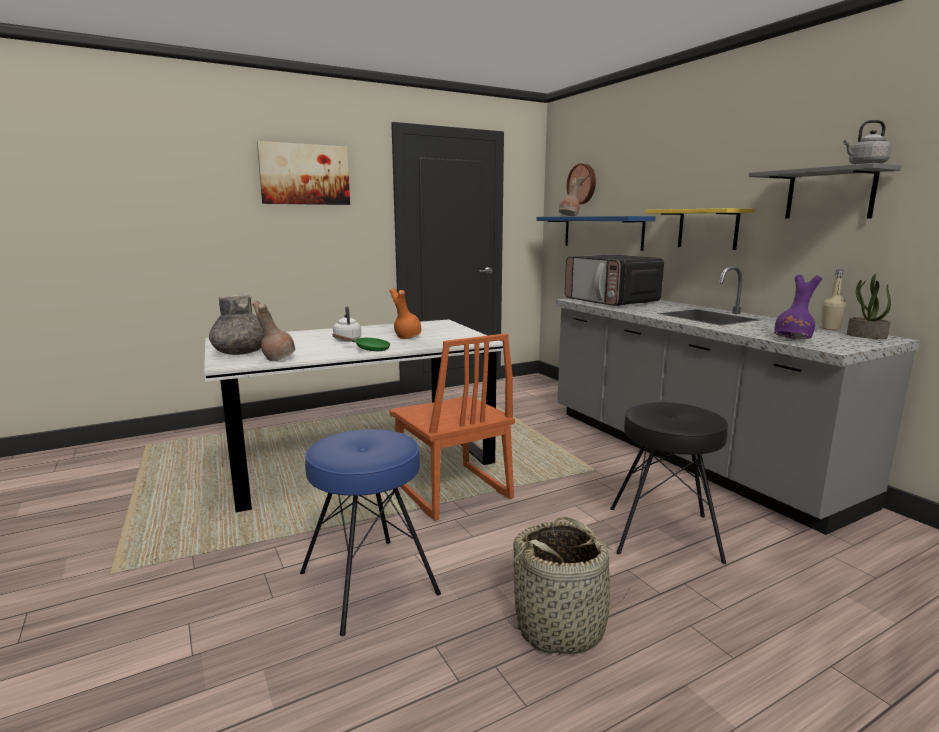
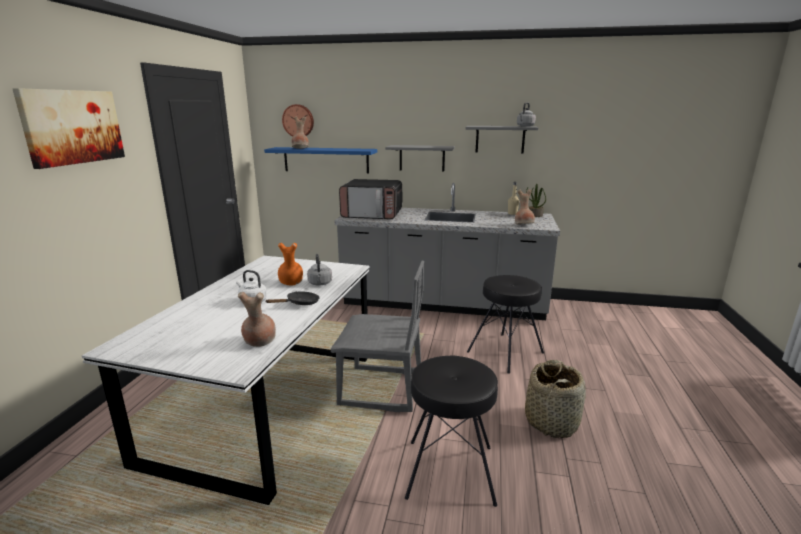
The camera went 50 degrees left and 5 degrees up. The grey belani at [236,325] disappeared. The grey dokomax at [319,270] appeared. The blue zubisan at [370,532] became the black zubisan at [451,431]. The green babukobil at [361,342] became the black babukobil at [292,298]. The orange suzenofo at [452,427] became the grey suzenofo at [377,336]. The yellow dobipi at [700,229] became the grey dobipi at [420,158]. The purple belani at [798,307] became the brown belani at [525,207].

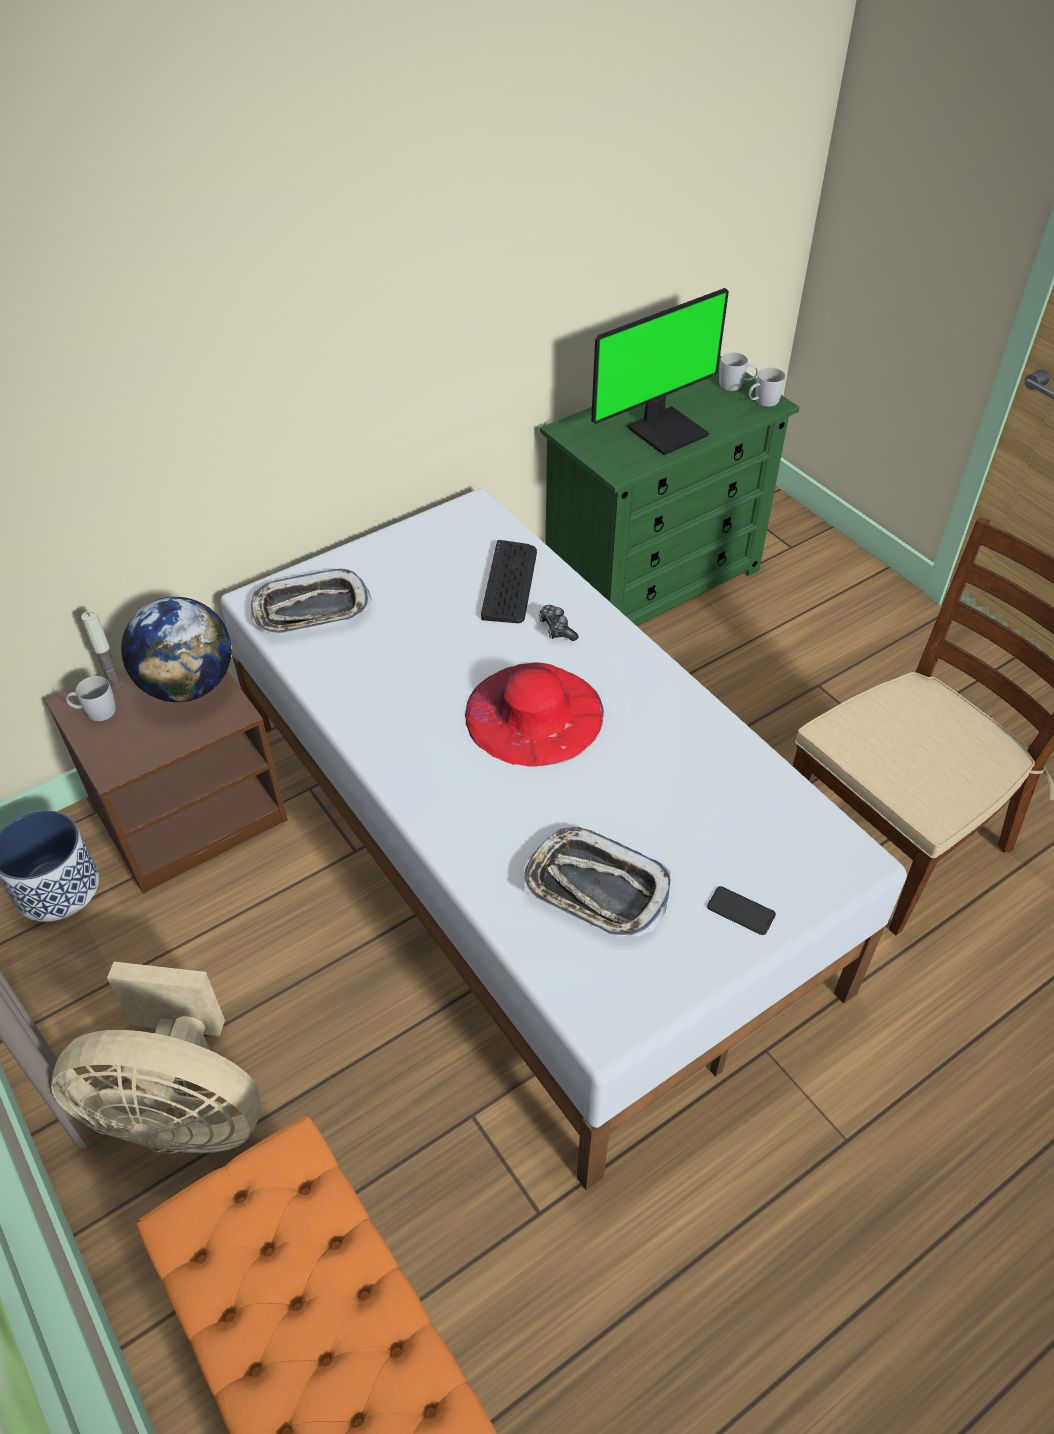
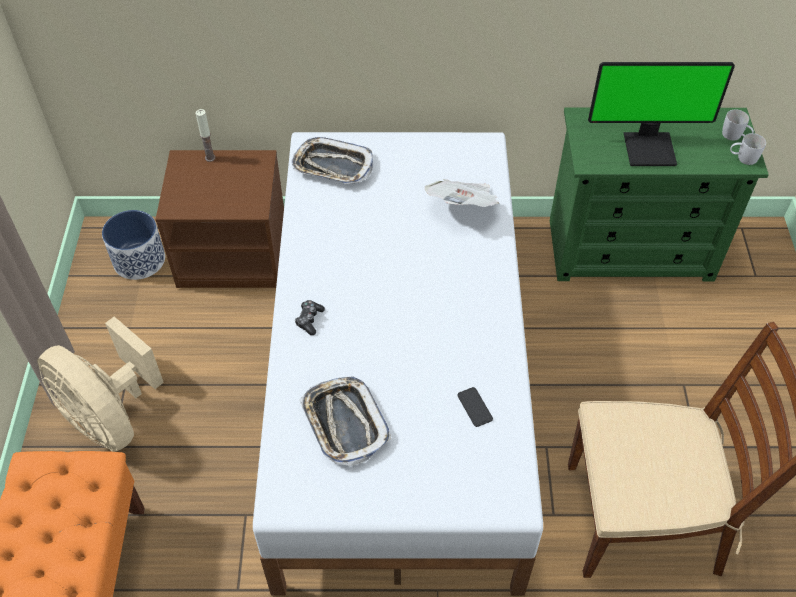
The camera went 35 degrees right and 5 degrees up. The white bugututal at [91,698] disappeared. The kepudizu at [176,649] disappeared. The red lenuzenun at [534,714] disappeared. The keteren moved from [559,623] to [310,317]. The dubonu moved from [741,910] to [475,407]. The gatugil at [509,581] was replaced by the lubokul at [461,193].

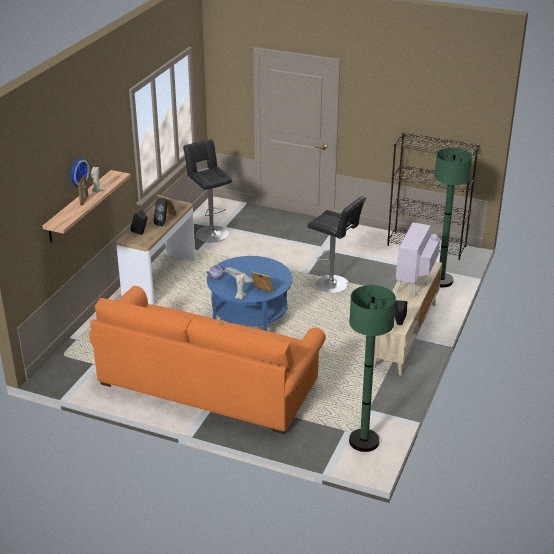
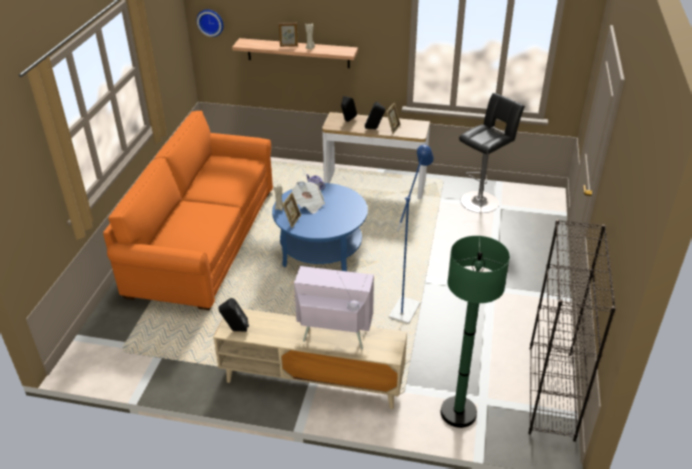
The camera went 80 degrees right and 5 degrees up. The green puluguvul at [372,368] disappeared. The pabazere moved from [79,173] to [210,23]. The black zubisan at [336,244] was replaced by the blue puluguvul at [411,234].

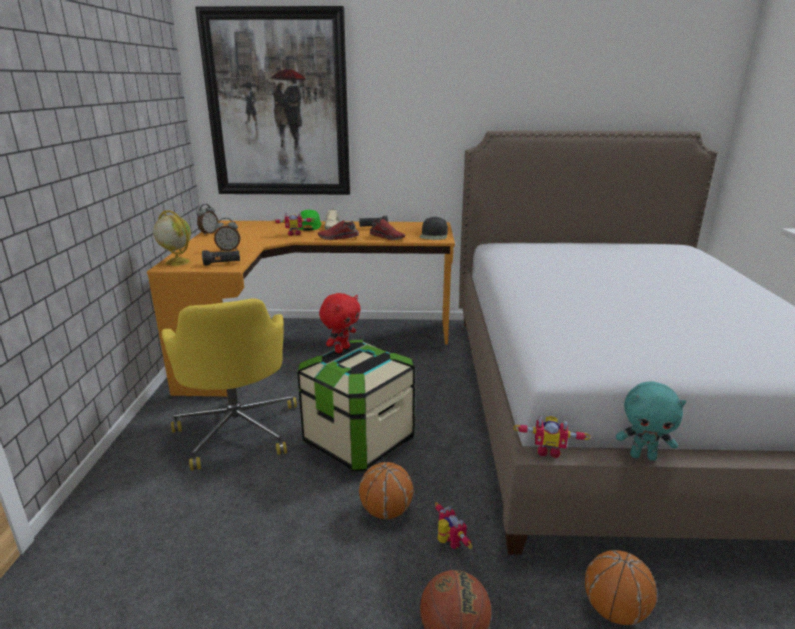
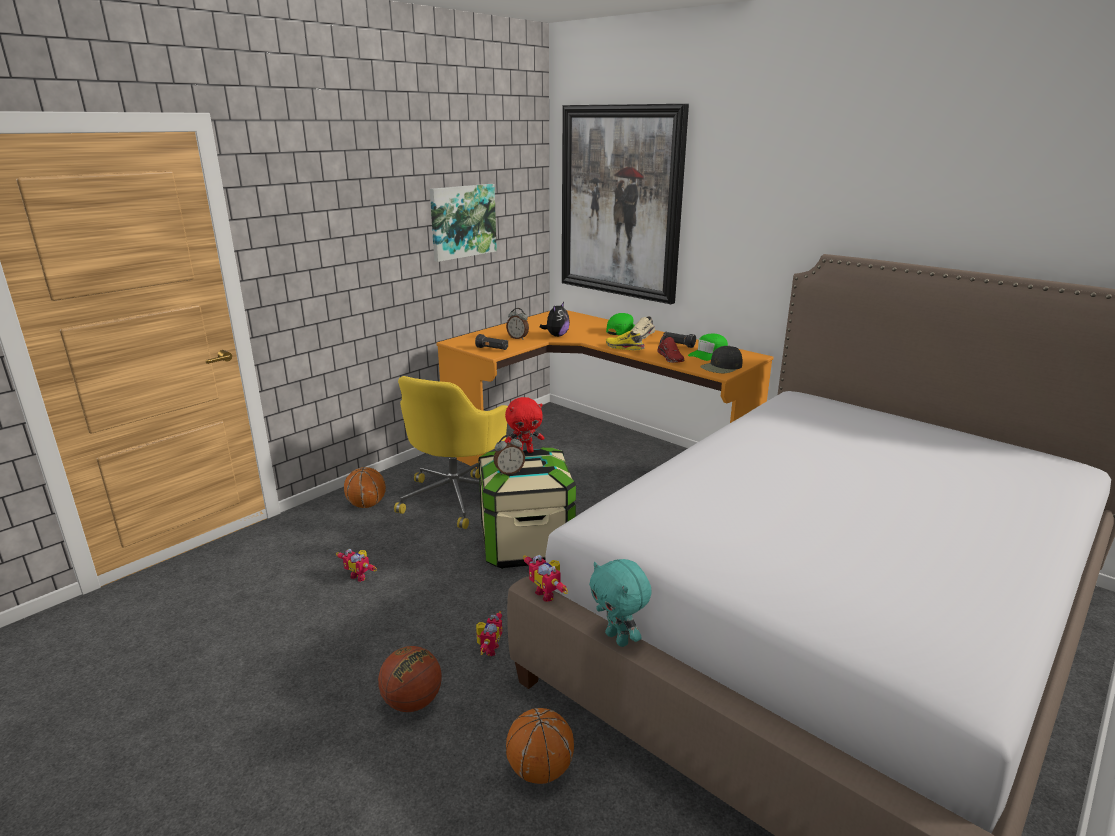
The camera went 40 degrees right and 0 degrees up. The kepudizu at [172,238] disappeared. The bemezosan at [463,223] appeared. The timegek at [555,319] appeared. The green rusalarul at [708,347] appeared. The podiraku moved from [207,219] to [509,455]. The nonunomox moved from [293,224] to [356,565]. The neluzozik moved from [386,490] to [365,487]. The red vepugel at [338,230] became the yellow vepugel at [625,340].

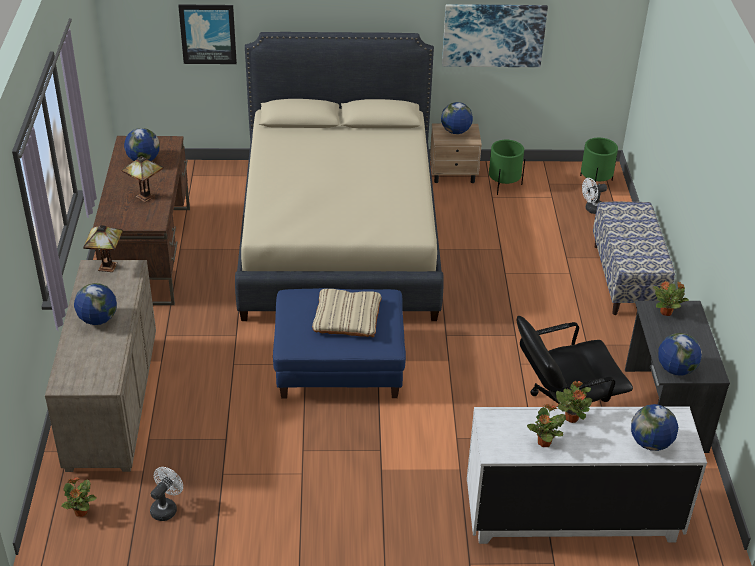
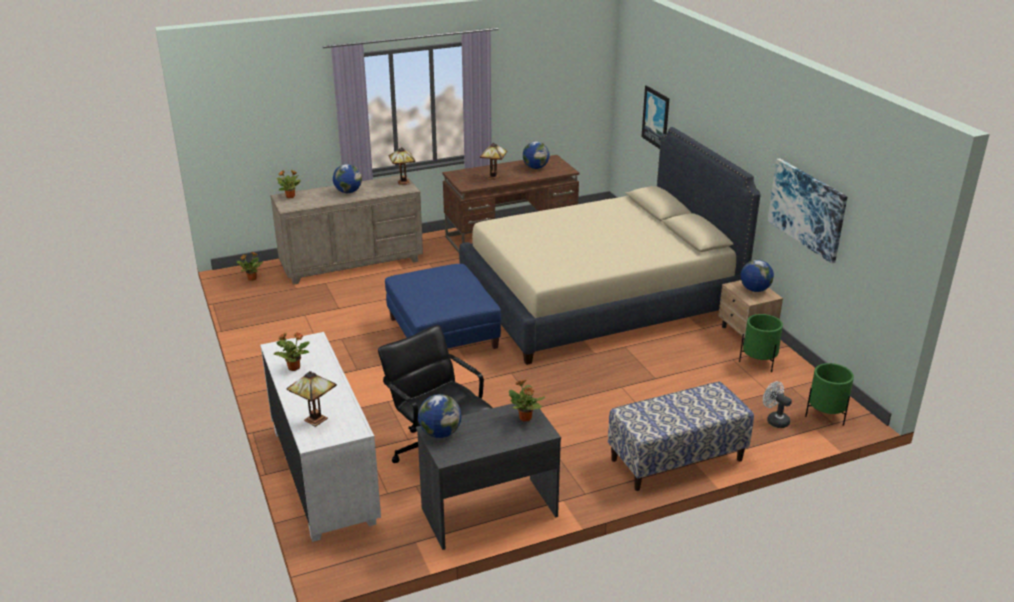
The camera went 70 degrees right and 10 degrees down. The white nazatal at [166,494] disappeared. The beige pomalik at [347,313] disappeared. The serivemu moved from [574,402] to [289,184]. The kepudizu at [654,427] was replaced by the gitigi at [312,399].

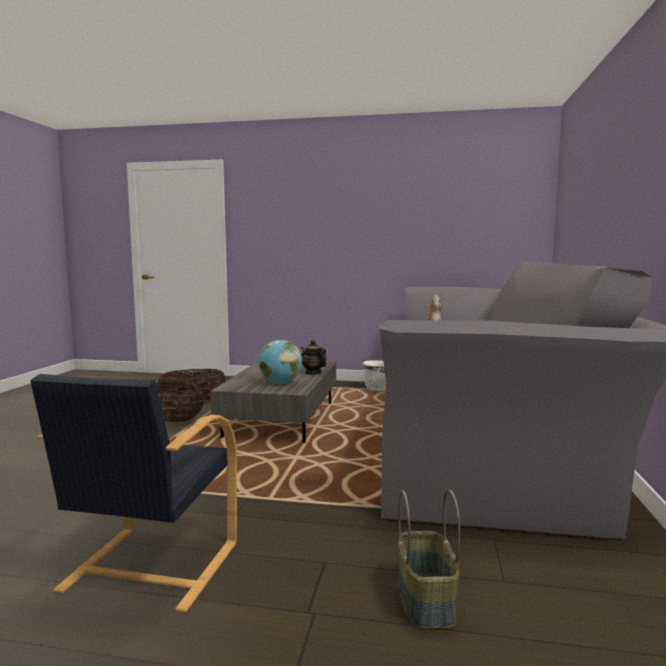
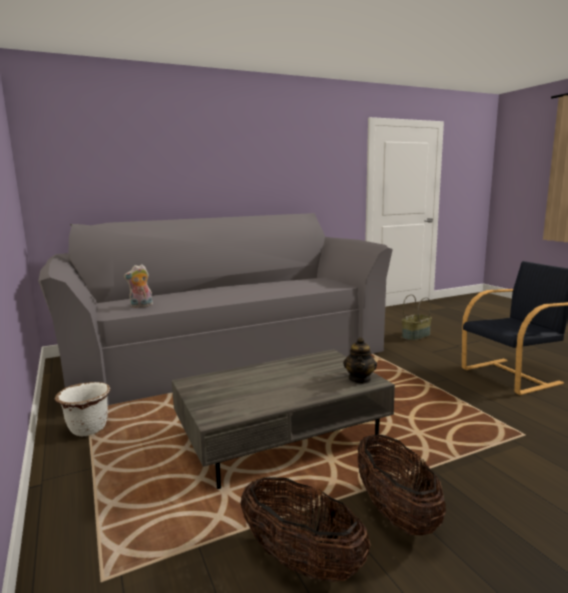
The camera went 125 degrees left and 5 degrees up. The kepudizu at [280,362] disappeared. The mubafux moved from [314,357] to [360,360].

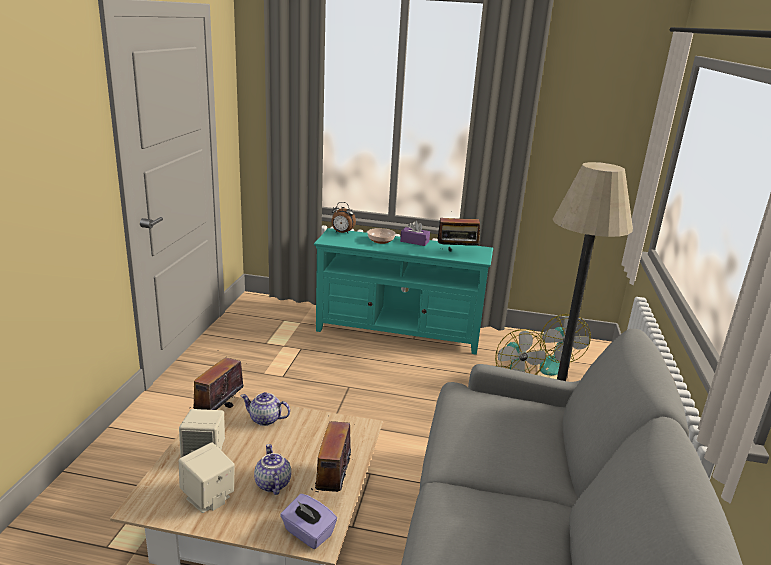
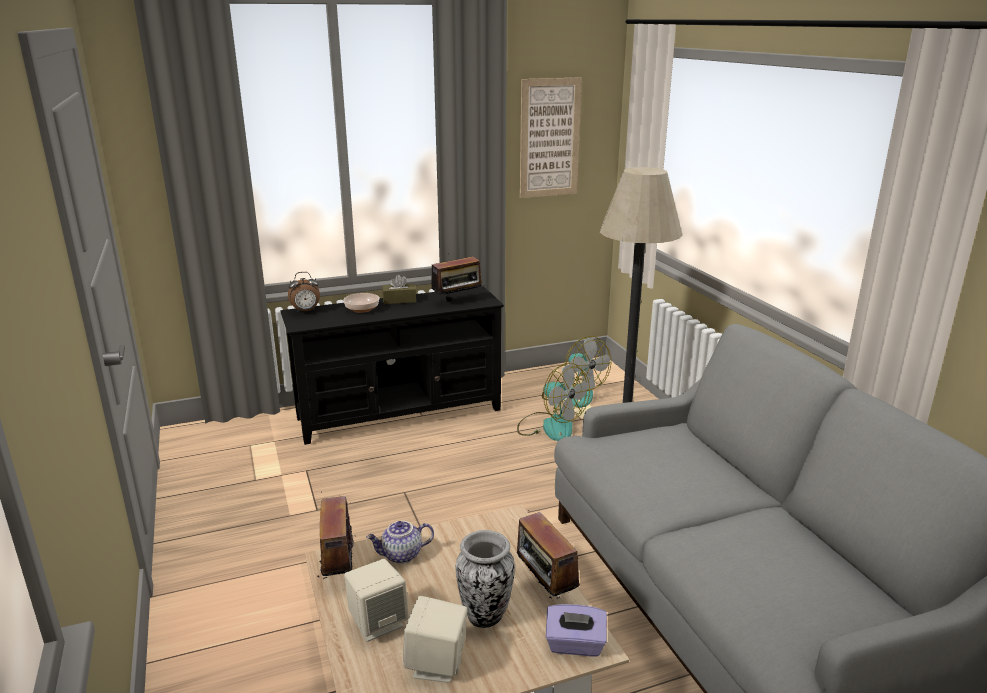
The camera went 30 degrees left and 0 degrees up. The bemezosan at [551,137] appeared. The mubafux at [272,469] was replaced by the belani at [485,579]. The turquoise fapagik at [403,291] became the black fapagik at [393,365]. The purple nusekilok at [415,233] became the brown nusekilok at [399,289].

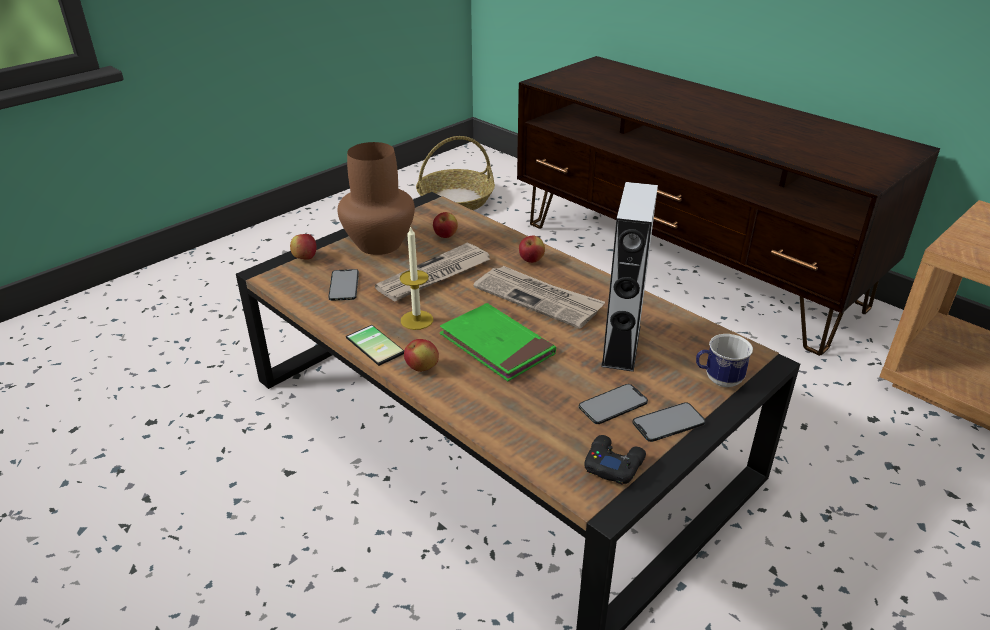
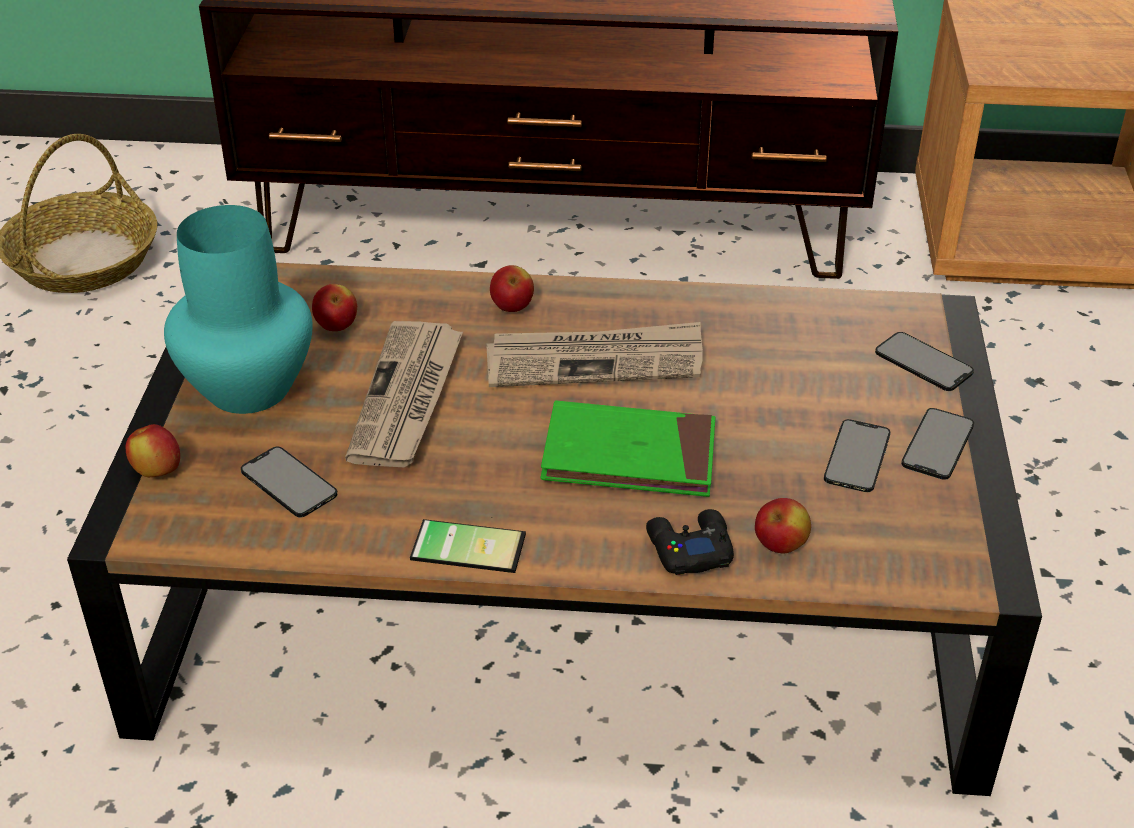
The camera went 40 degrees left and 5 degrees up. The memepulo at [416,277] disappeared. The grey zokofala at [629,277] disappeared. The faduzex moved from [421,355] to [783,525]. The black keteren moved from [615,460] to [690,542]. The bugututal at [724,360] was replaced by the dubonu at [924,361]. The brown belani at [376,198] became the turquoise belani at [238,309].

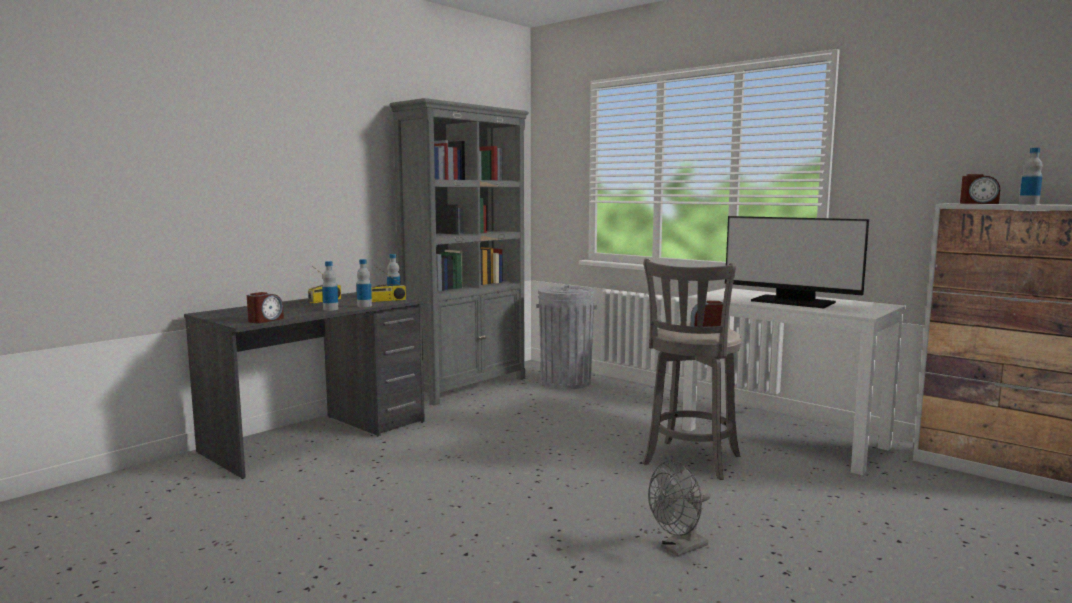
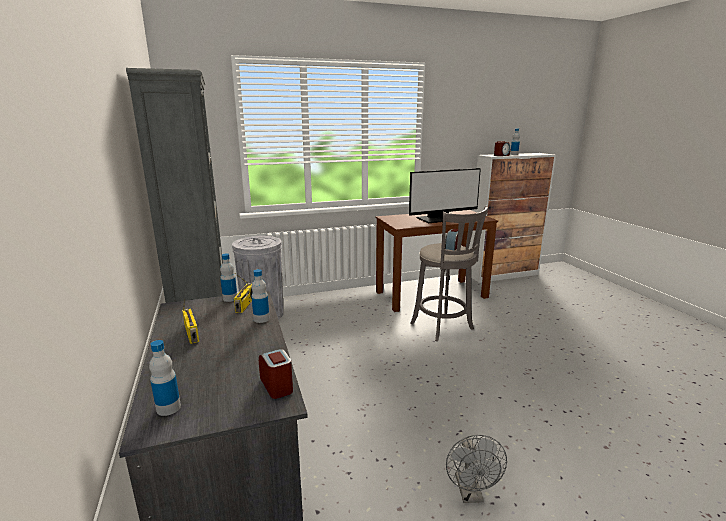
The camera went 60 degrees left and 10 degrees up. The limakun moved from [330,286] to [165,378]. The grey nazatal moved from [679,508] to [476,469]. The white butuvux at [794,381] became the brown butuvux at [437,261].

